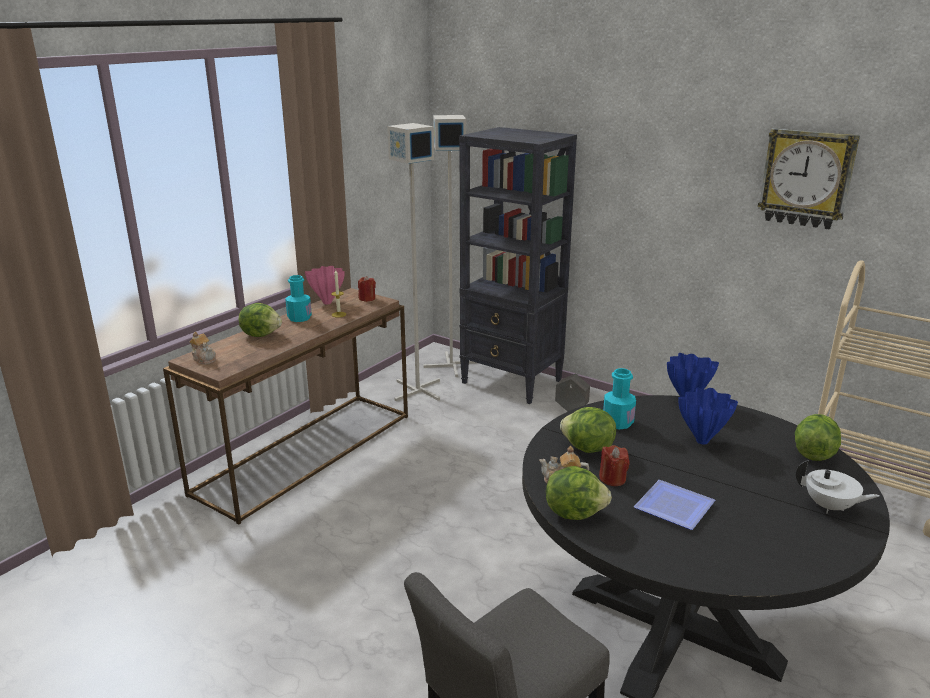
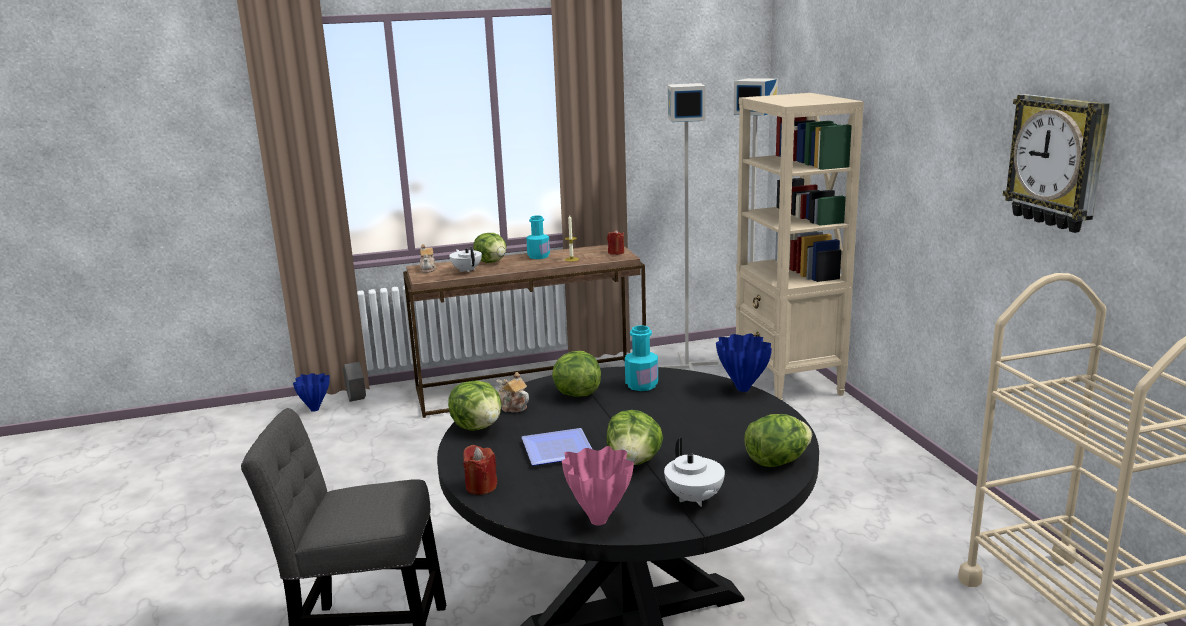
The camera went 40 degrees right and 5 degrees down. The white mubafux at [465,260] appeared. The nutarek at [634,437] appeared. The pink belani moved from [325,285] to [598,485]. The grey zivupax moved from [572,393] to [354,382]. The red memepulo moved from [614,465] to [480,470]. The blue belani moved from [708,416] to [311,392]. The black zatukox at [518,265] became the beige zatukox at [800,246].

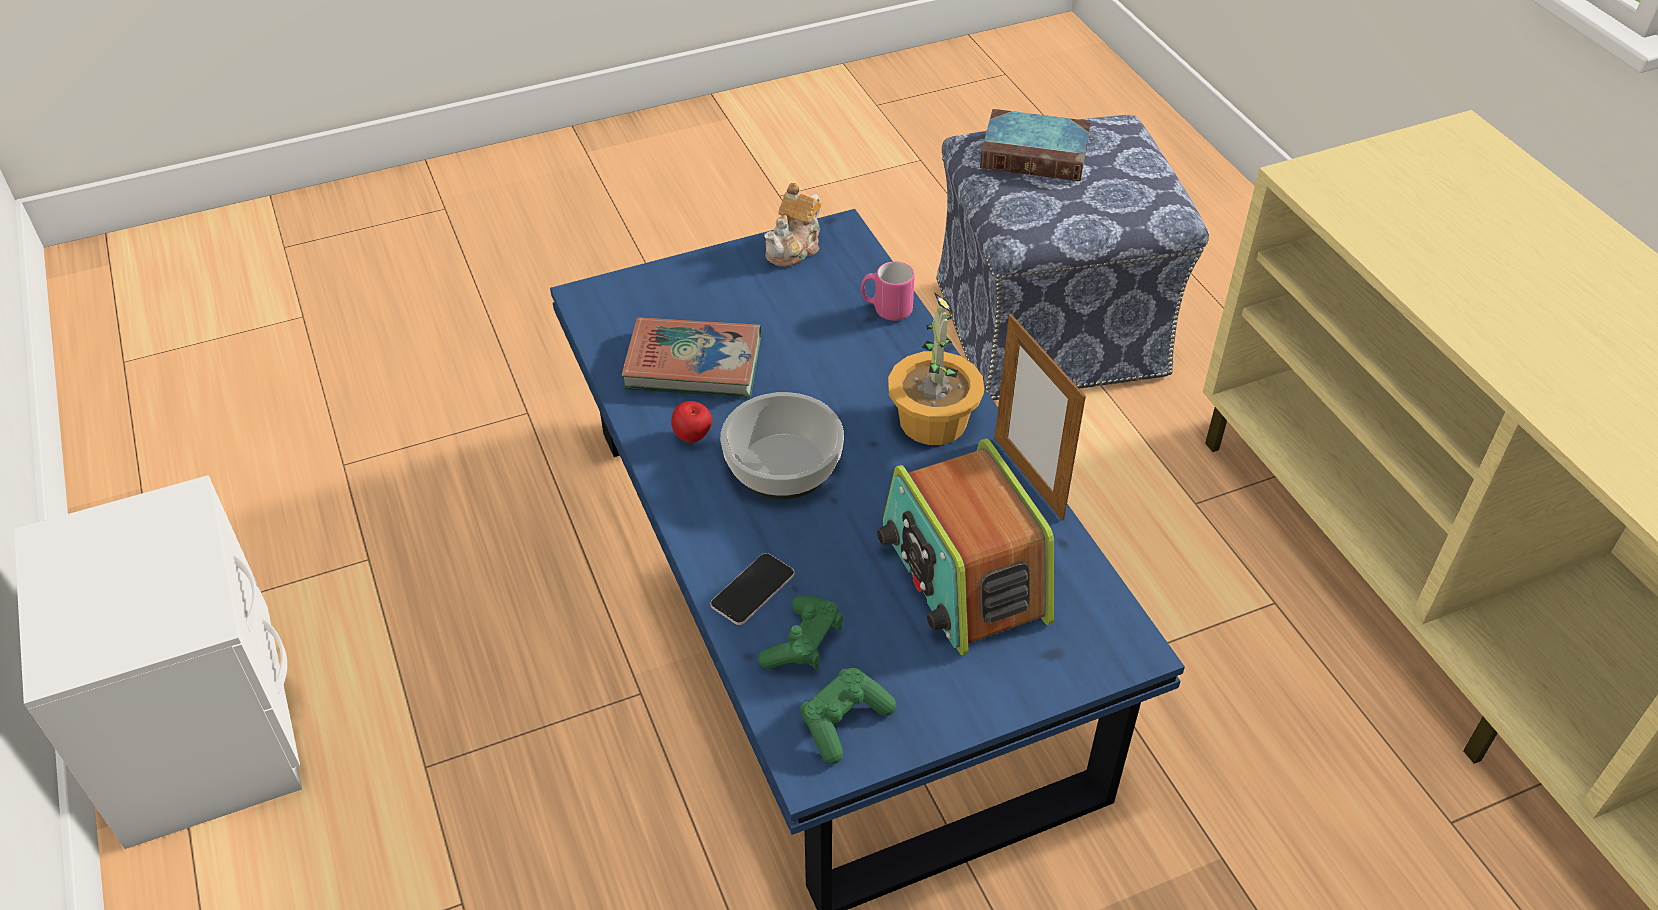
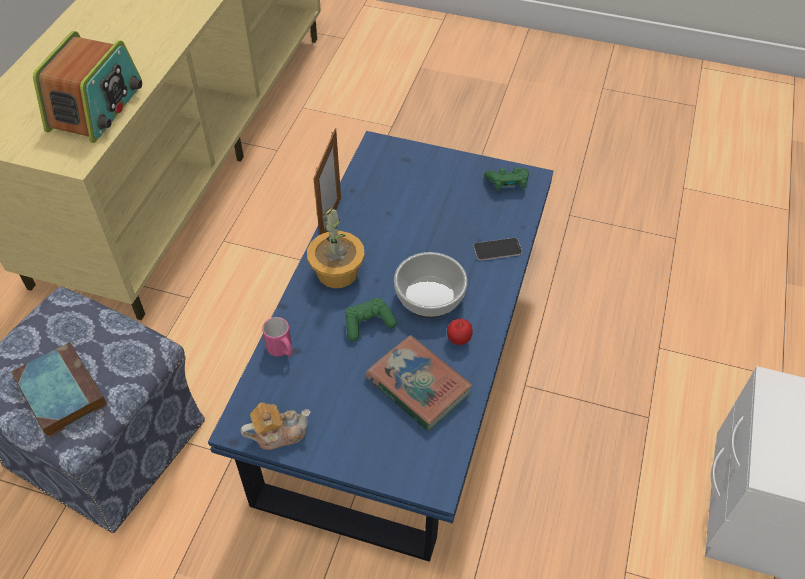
The camera went 140 degrees left and 5 degrees up. The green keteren moved from [800,632] to [371,320]. The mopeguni moved from [965,547] to [87,87].

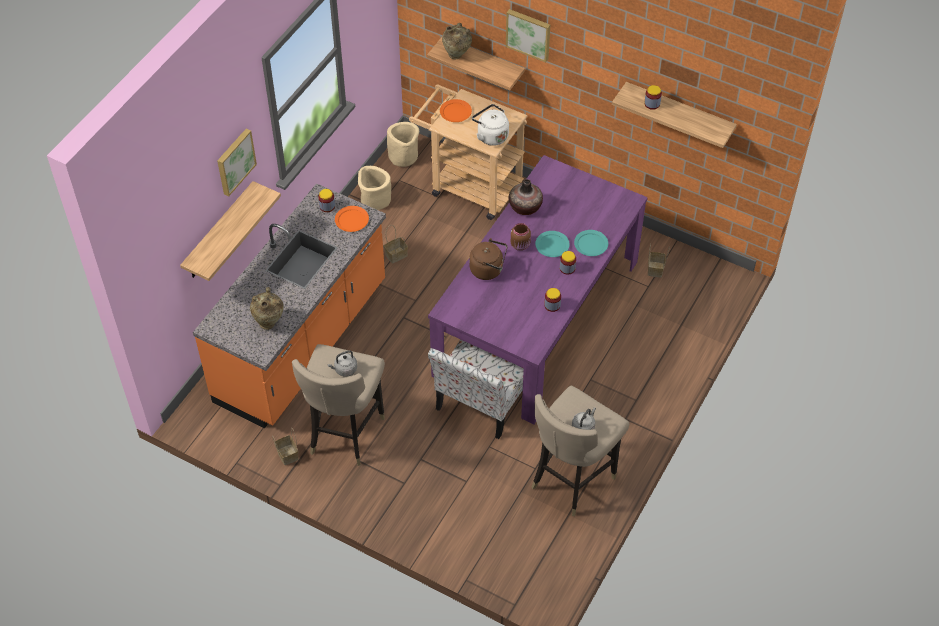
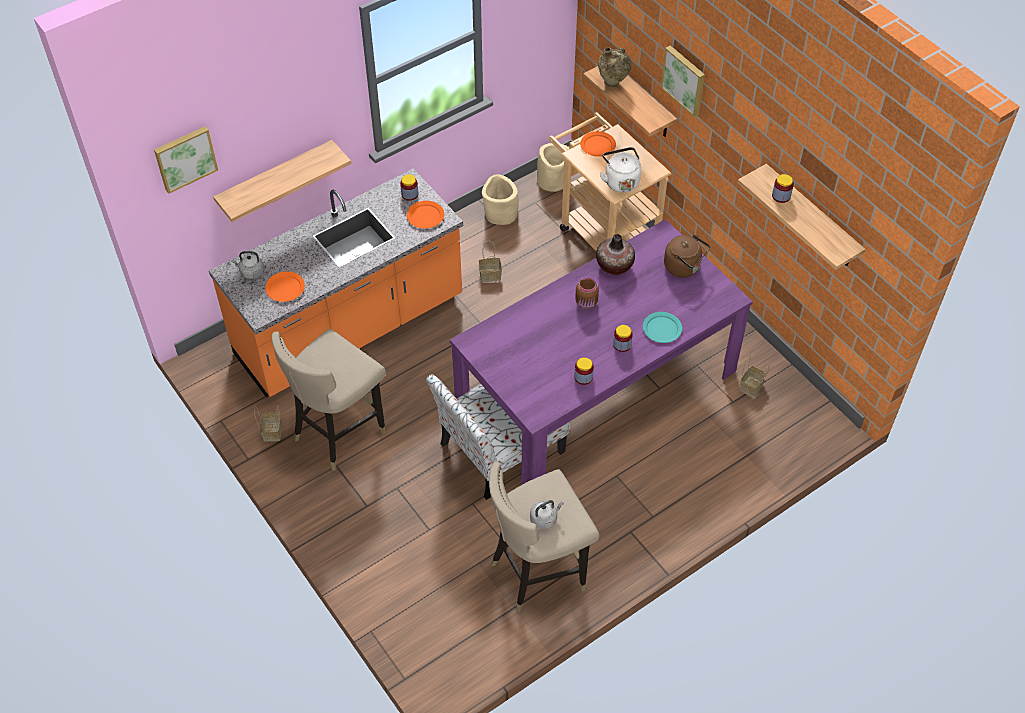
The camera went 25 degrees right and 0 degrees up. The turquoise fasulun at [552,244] disappeared. The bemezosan moved from [237,162] to [186,160]. The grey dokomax moved from [342,363] to [247,265]. The brown dokomax moved from [488,259] to [687,256]. The beige belani at [267,308] was replaced by the orange fasulun at [285,286].

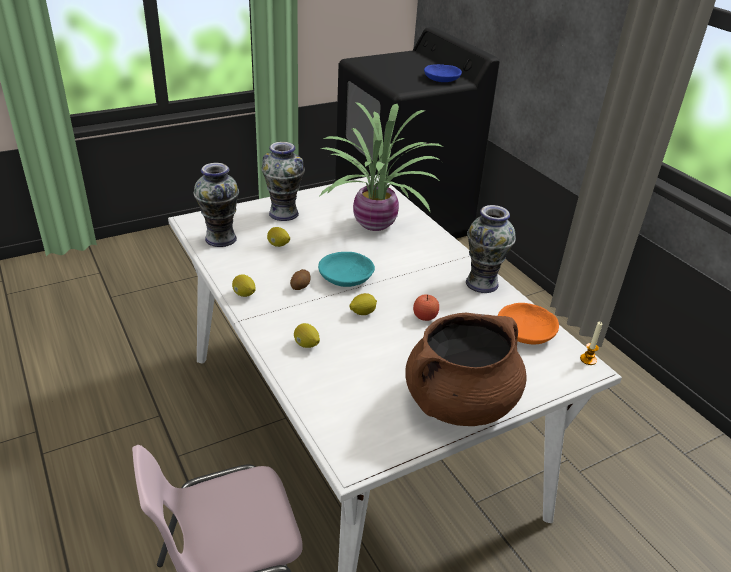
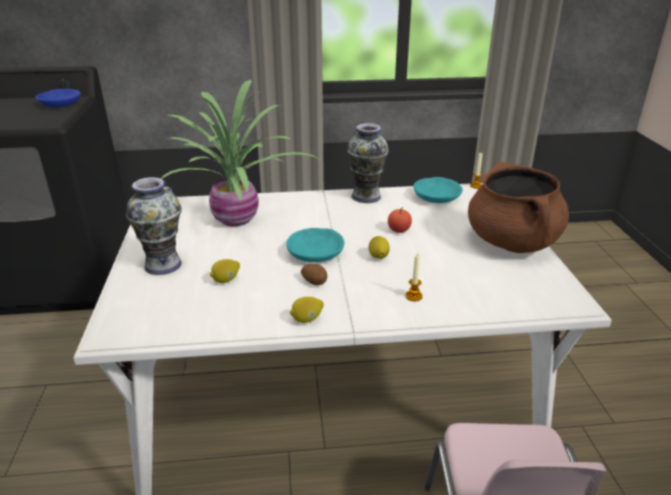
The camera went 65 degrees left and 5 degrees down. The belani at [216,205] disappeared. The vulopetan at [307,335] was replaced by the memepulo at [413,277]. The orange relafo at [528,323] became the turquoise relafo at [438,190].

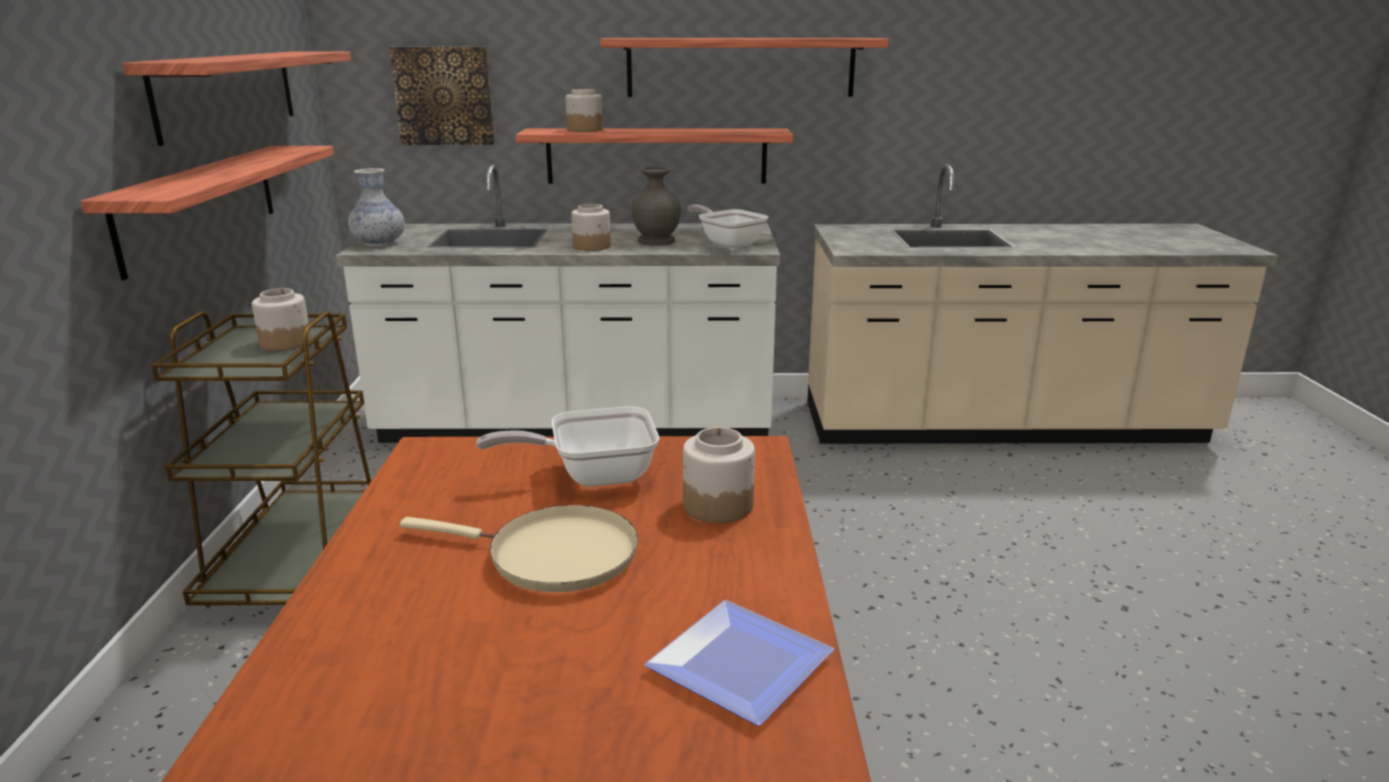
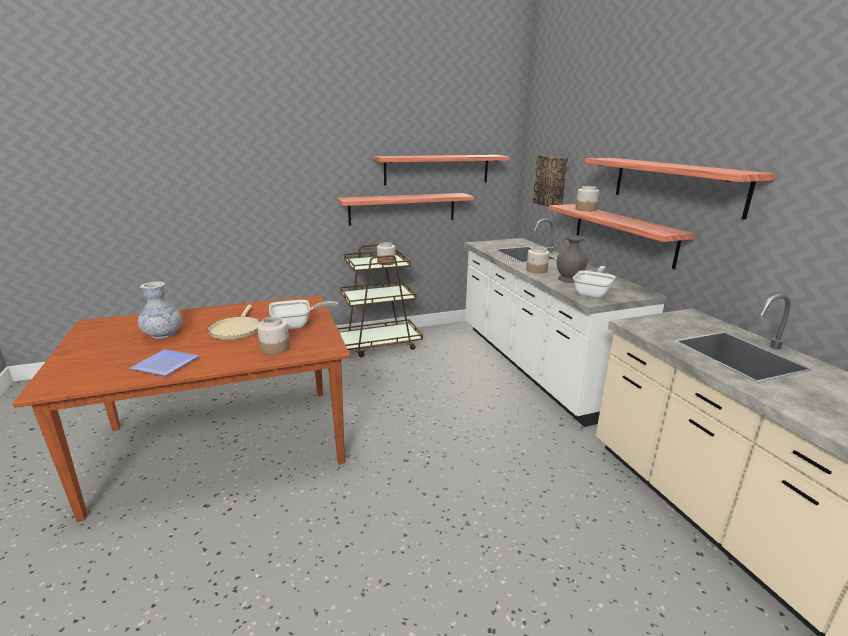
The camera went 70 degrees right and 0 degrees up. The belani moved from [376,207] to [160,310]. The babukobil at [567,446] turned 105 degrees clockwise.

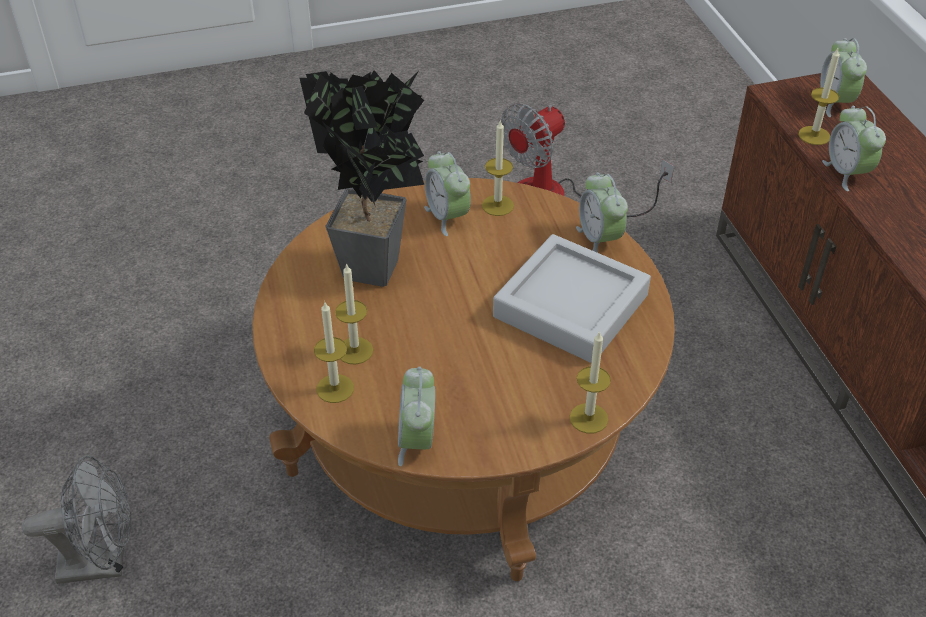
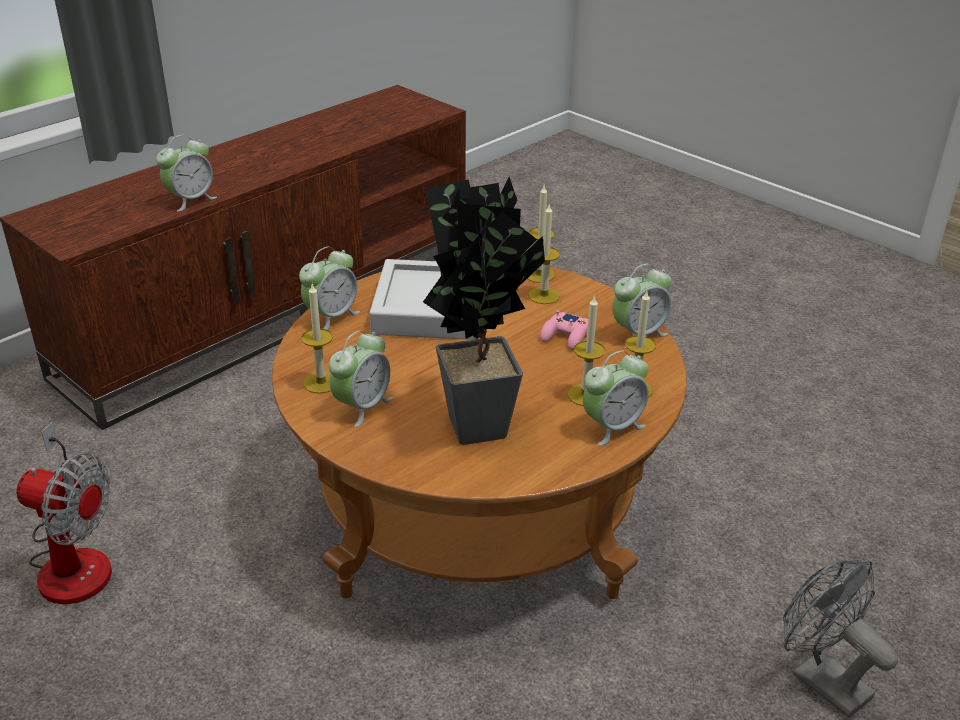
The camera went 120 degrees left and 10 degrees down. The pink keteren at [564,330] appeared. The memepulo moved from [819,96] to [544,254]. The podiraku moved from [843,77] to [615,398].

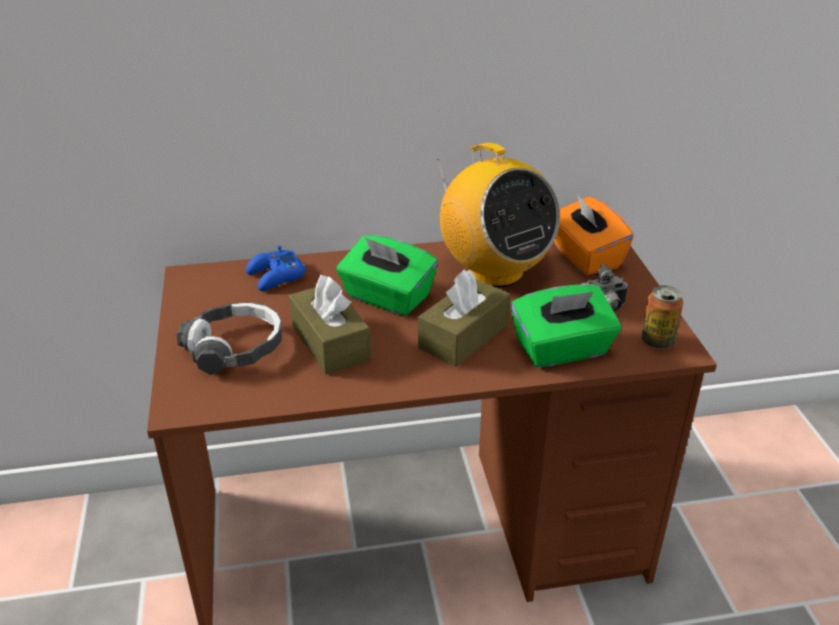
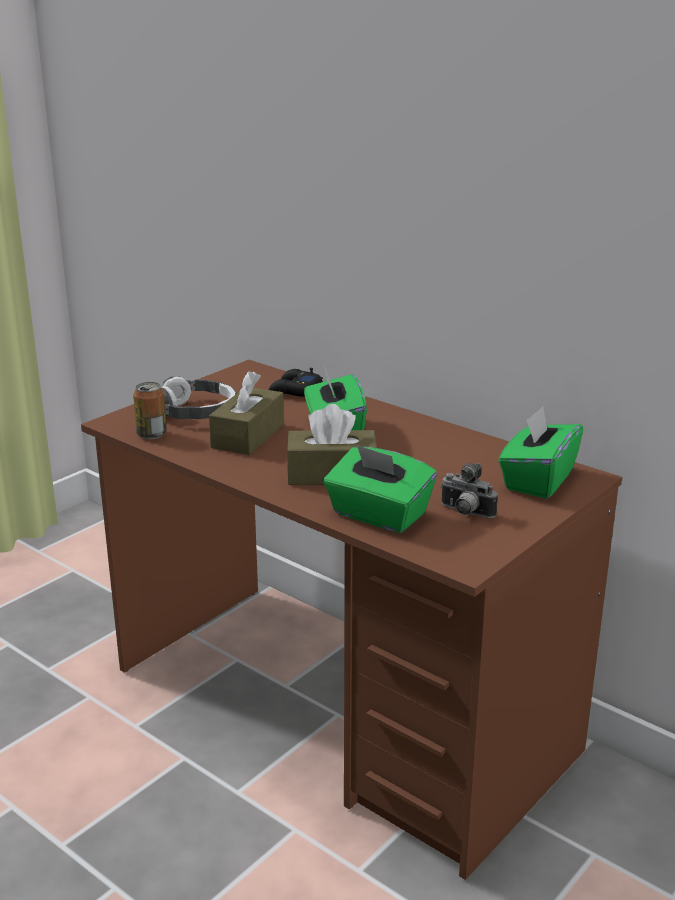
The camera went 50 degrees right and 10 degrees down. The mopeguni at [498,215] disappeared. The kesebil moved from [662,317] to [150,410]. The blue keteren at [276,268] became the black keteren at [295,382]. The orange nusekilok at [594,234] became the green nusekilok at [540,452].

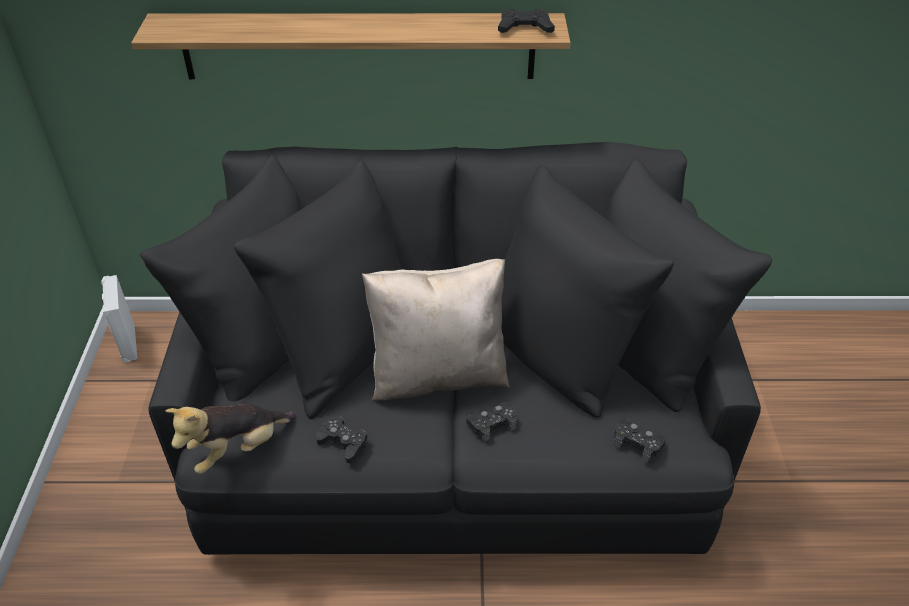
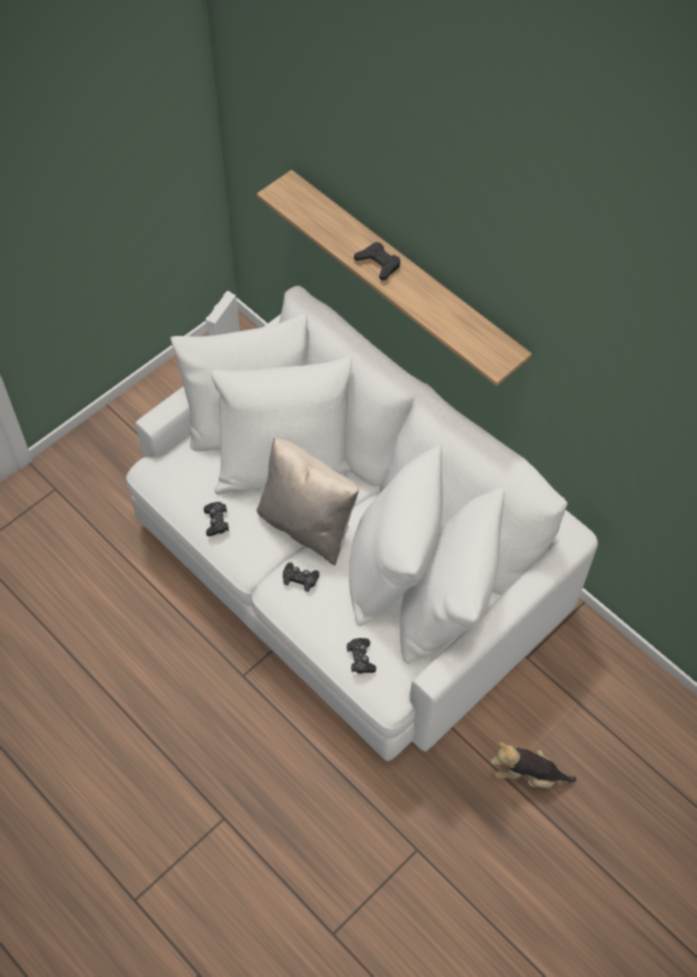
The camera went 45 degrees right and 15 degrees up. The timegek moved from [231,439] to [533,765]. The black keteren moved from [526,21] to [377,261]. The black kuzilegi at [455,348] became the white kuzilegi at [362,523].

